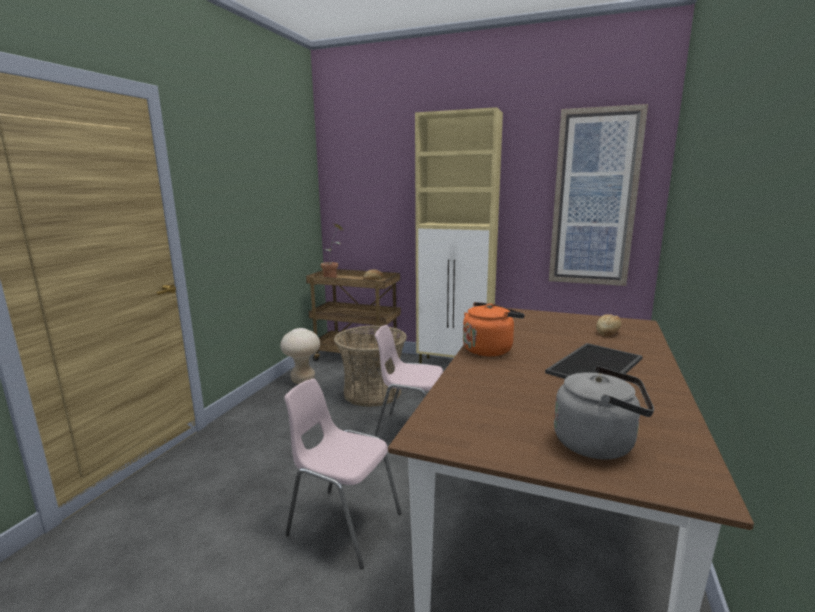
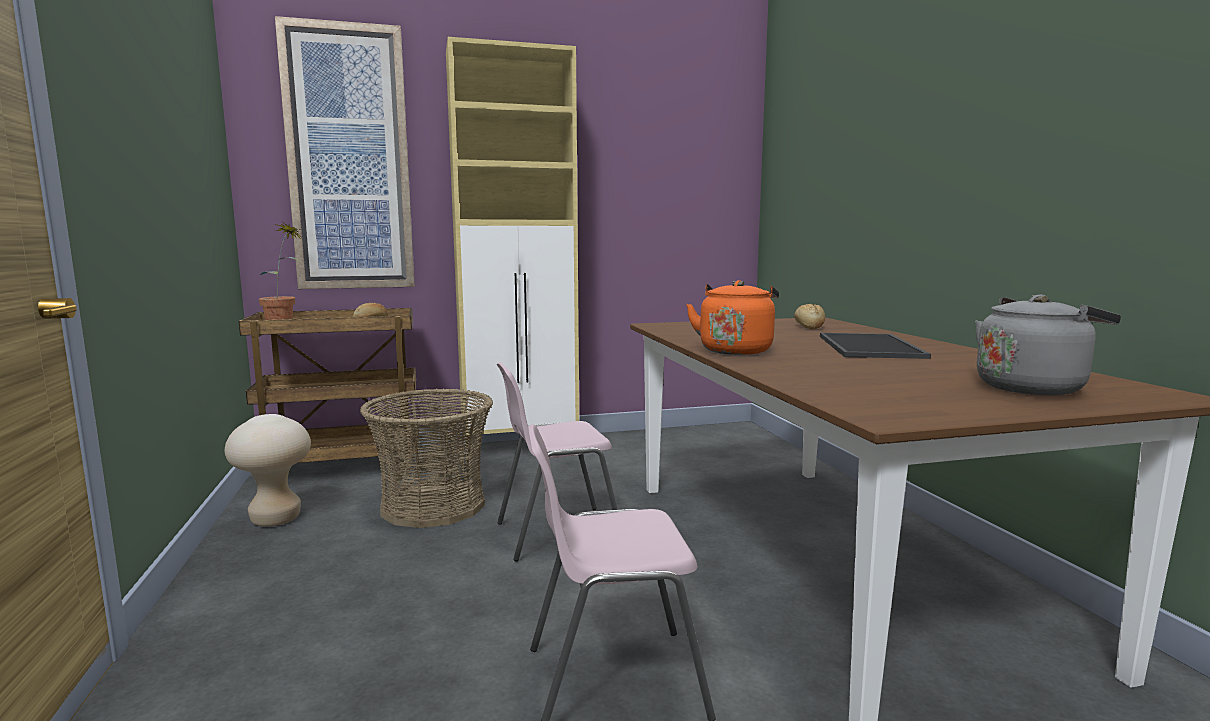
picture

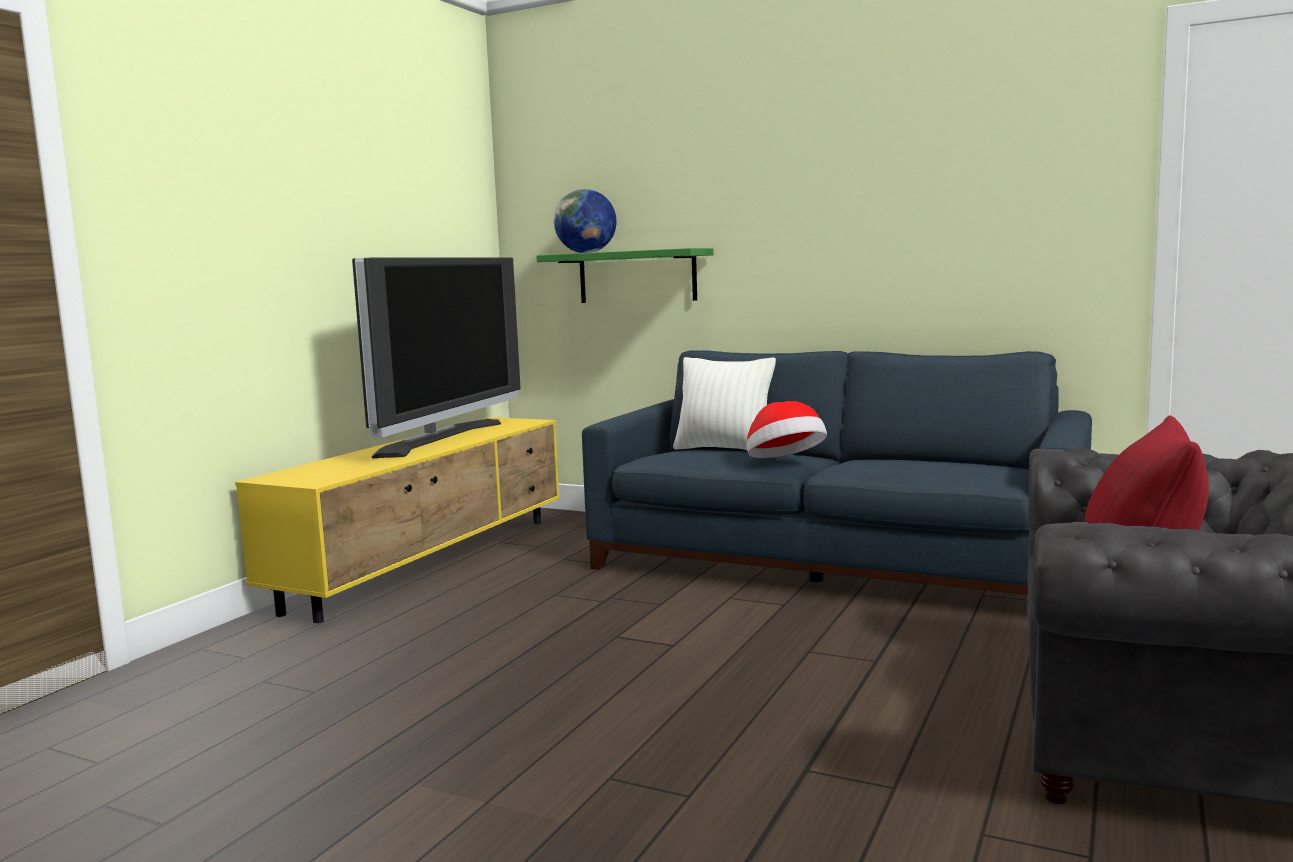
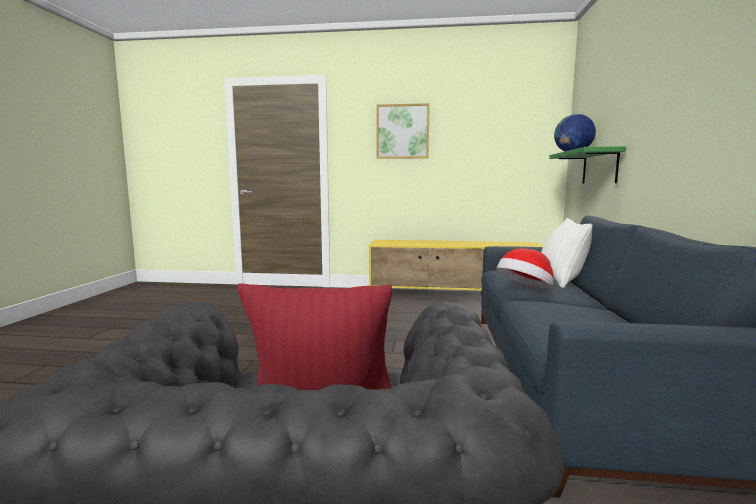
television
picture

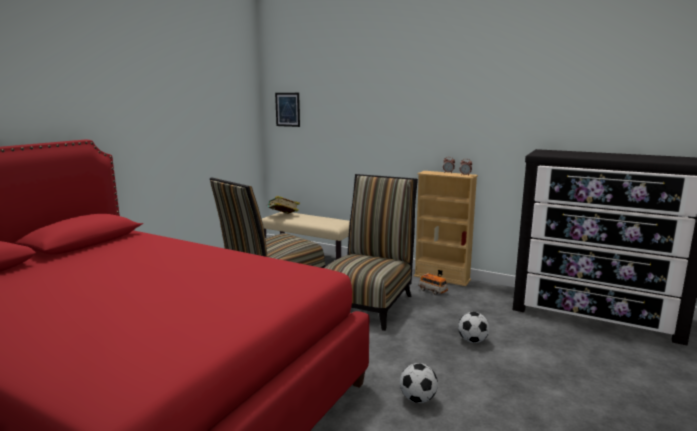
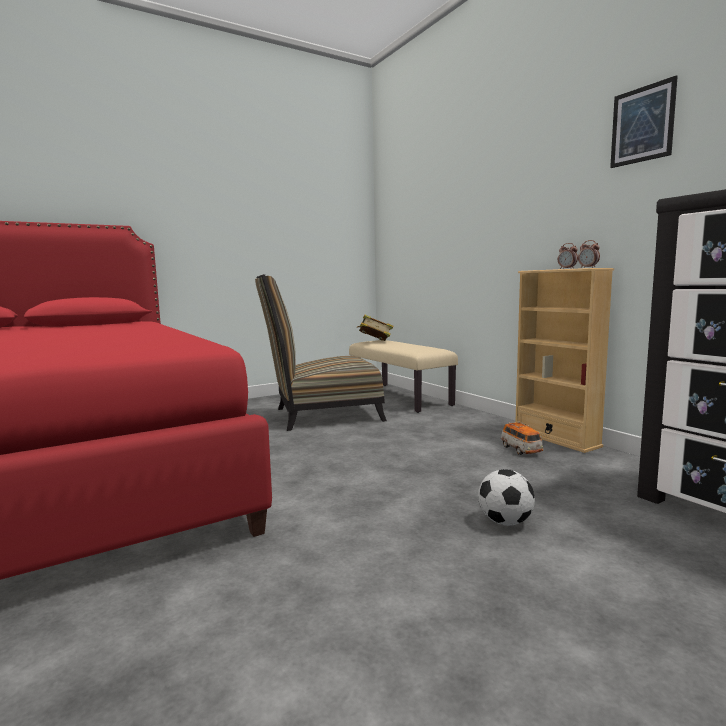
picture
chair (2nd from left in the first image)
football (1st from left in the first image)

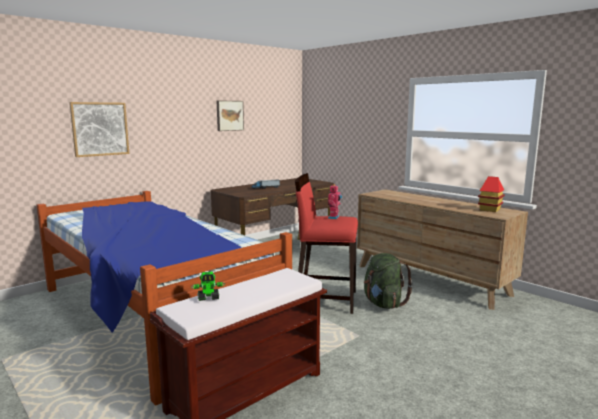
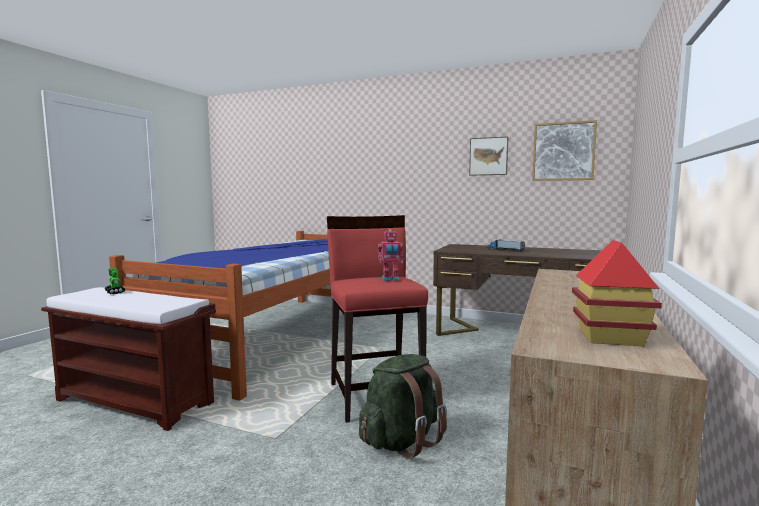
picture (2nd from left)

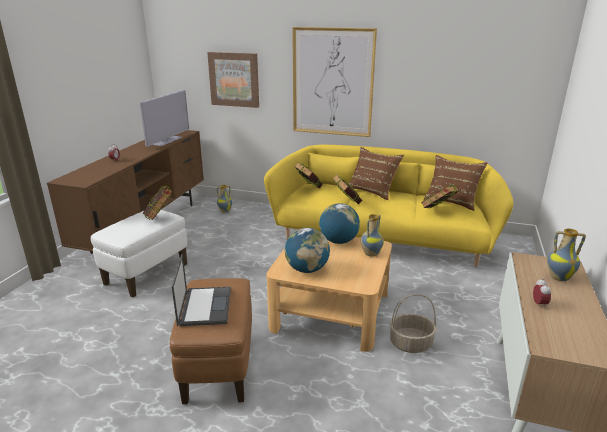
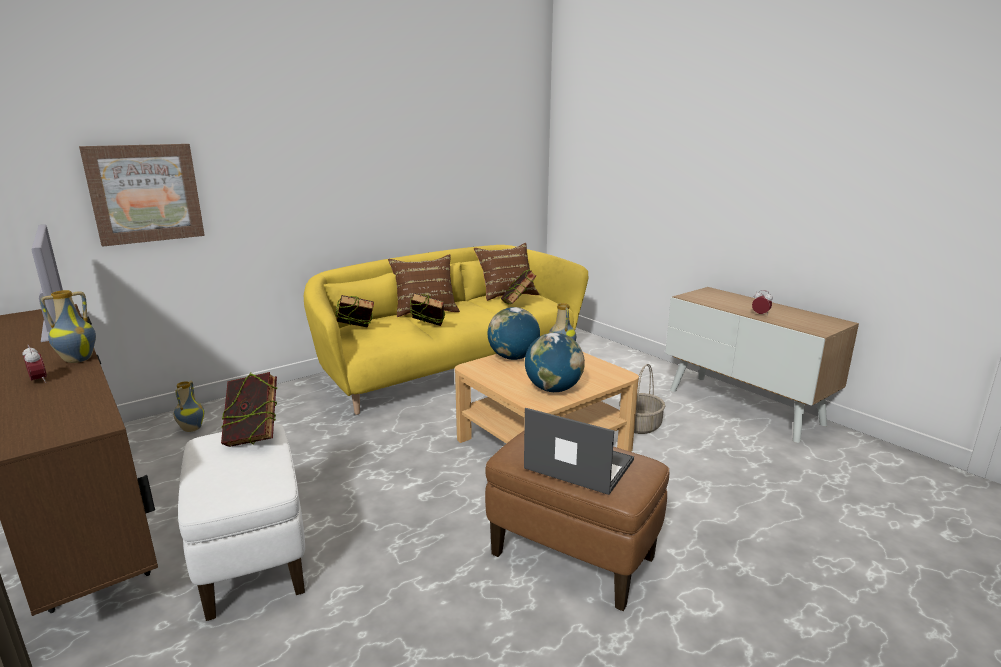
picture (2nd from left in the first image)
flower vase (1st from left)

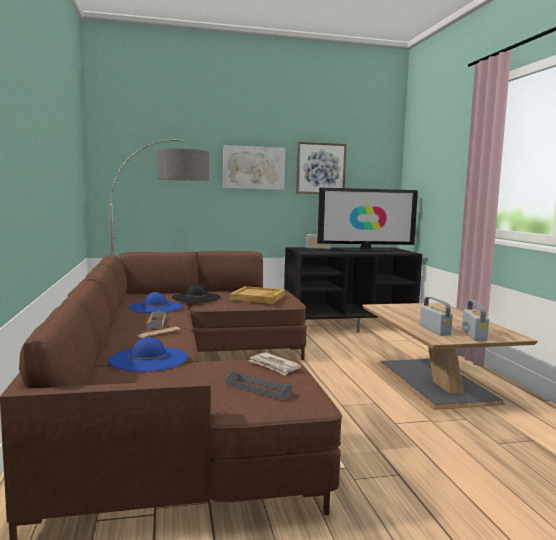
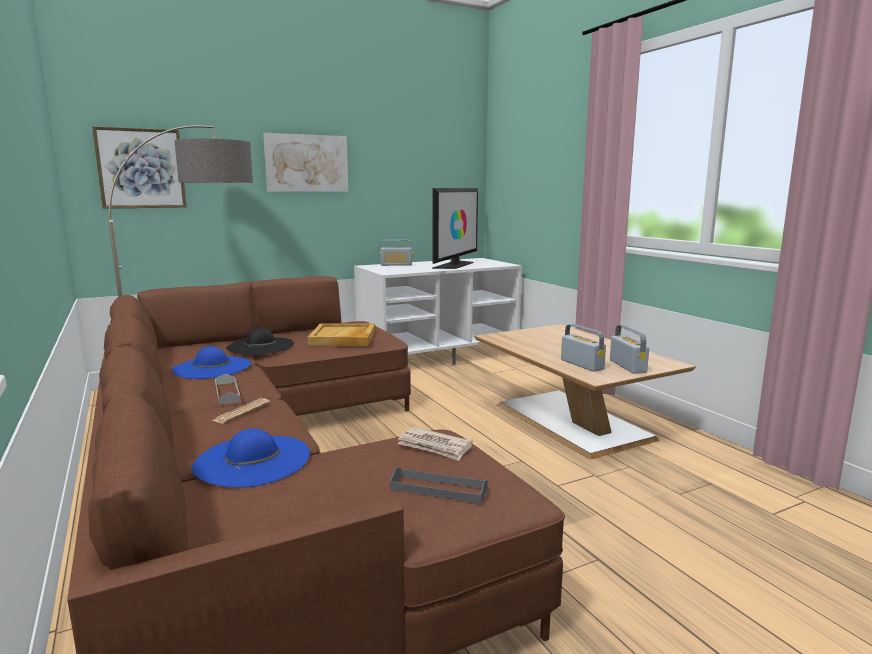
picture (1st from left)
television
tv unit (whitish)

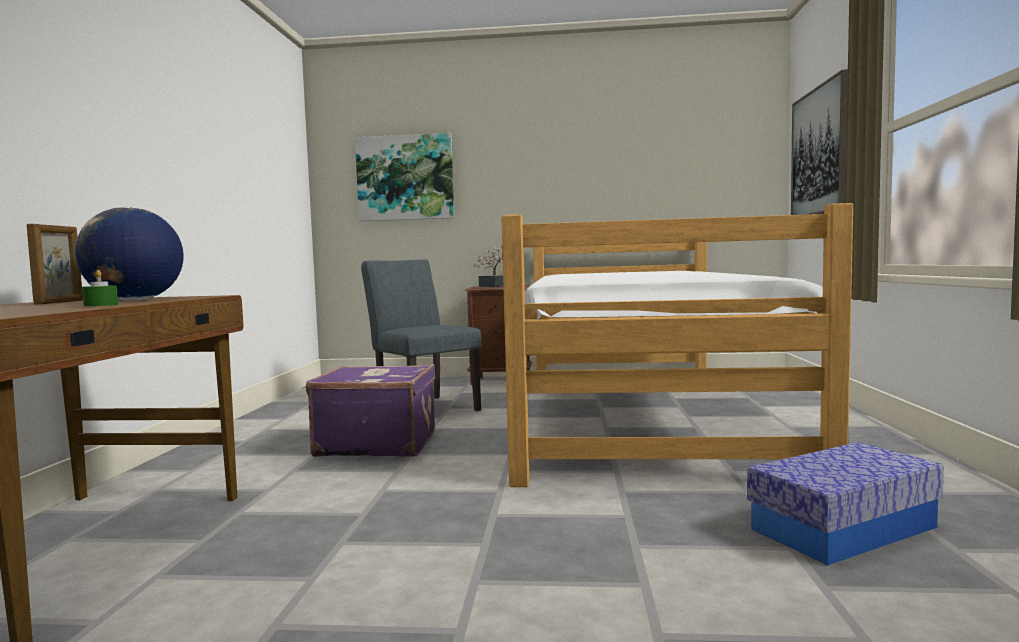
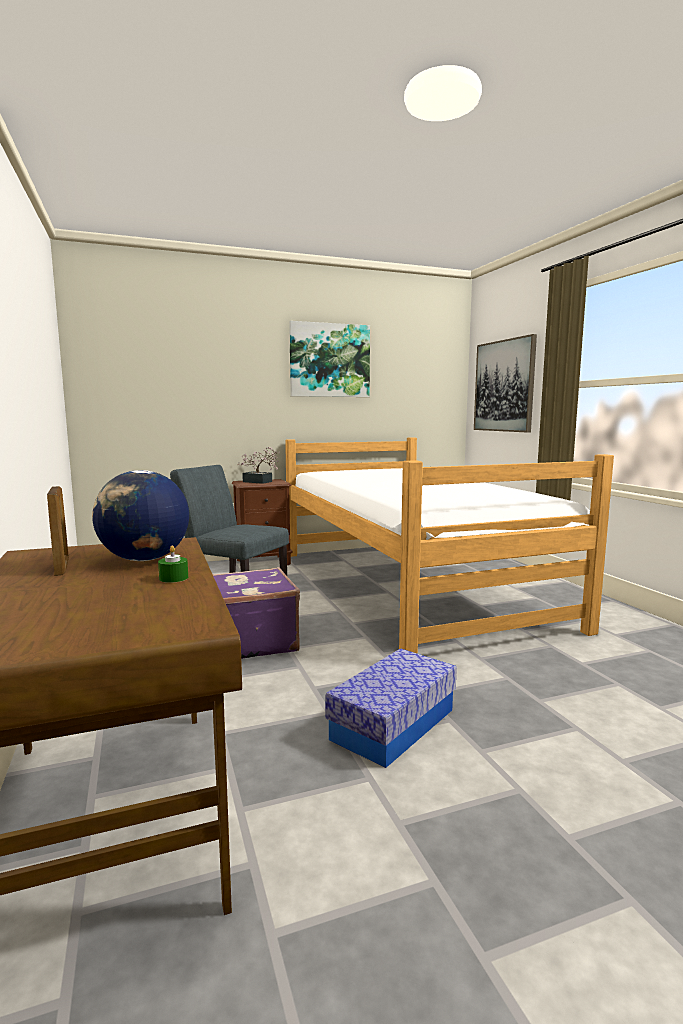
picture (1st from left)
storage box

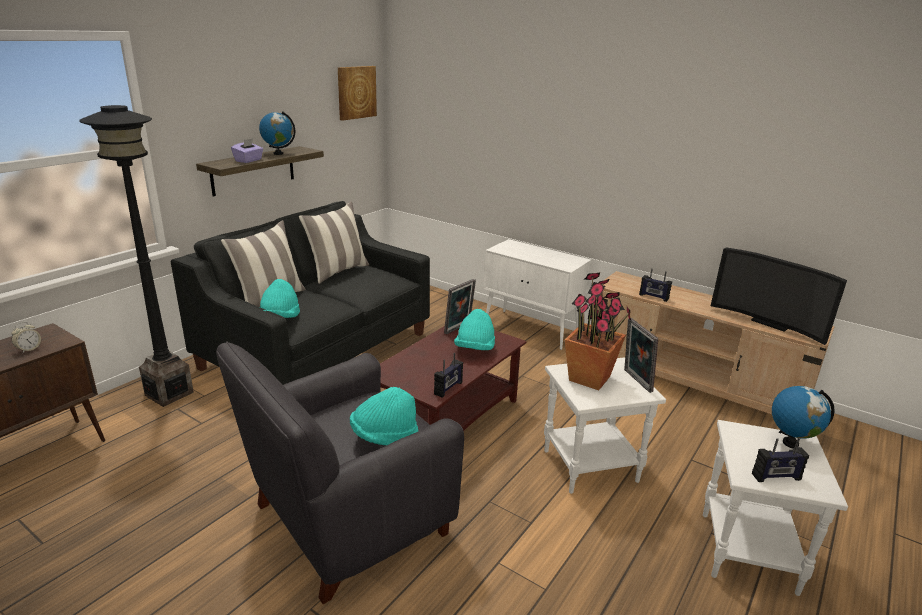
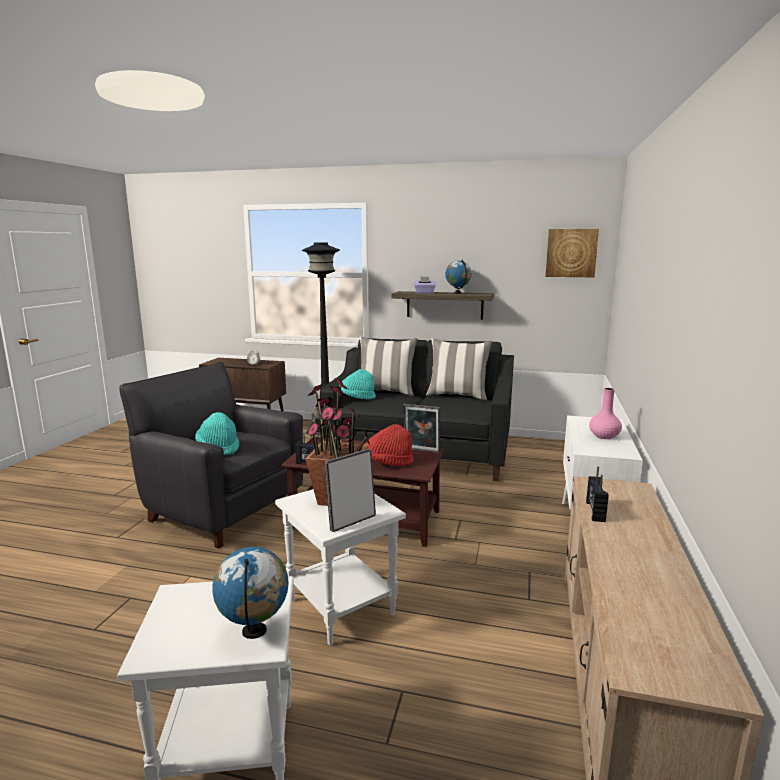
television
wearable hat (reddish)
radio receiver (3rd from left in the first image)
flower vase (pinkish)

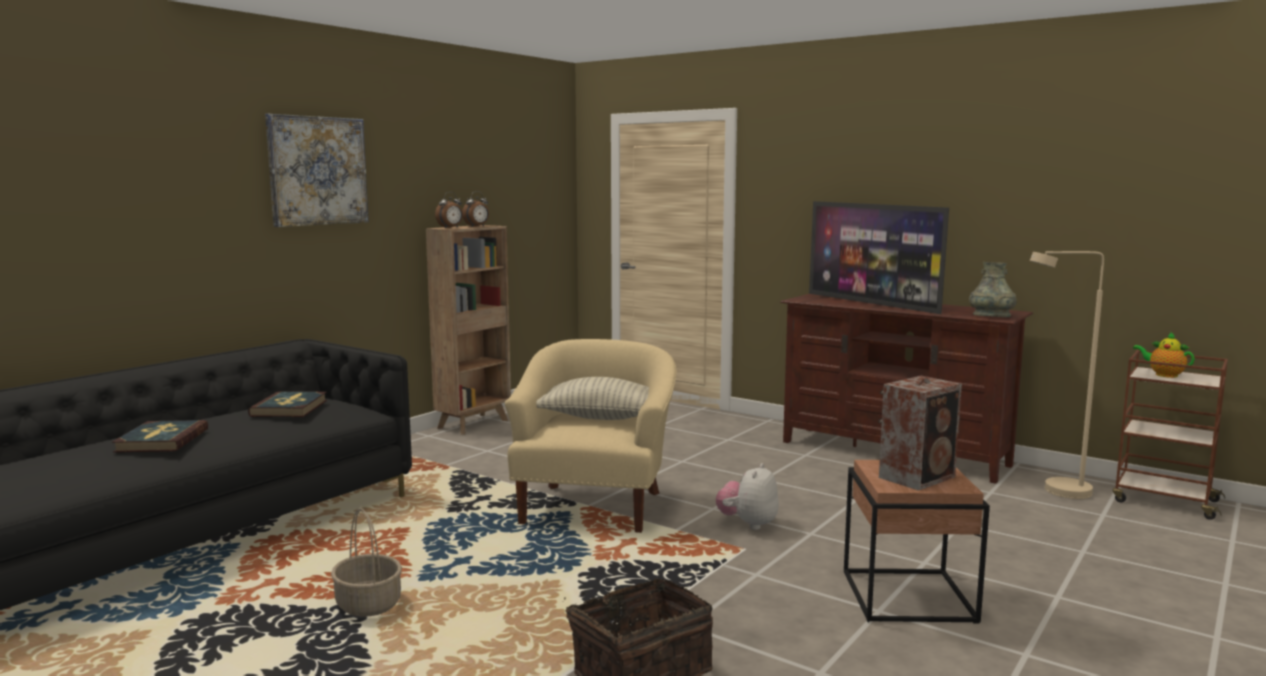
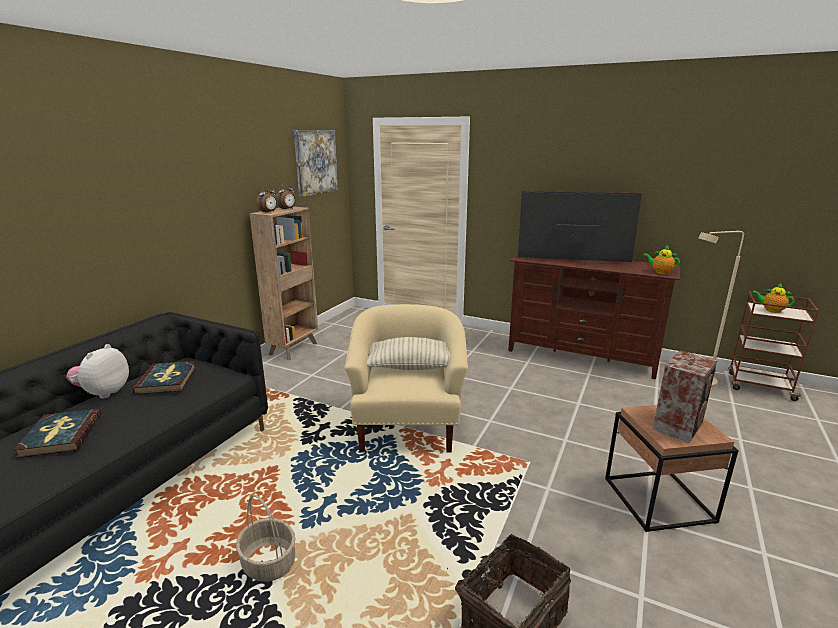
picture
television
teapot (1st from left)
plush toy

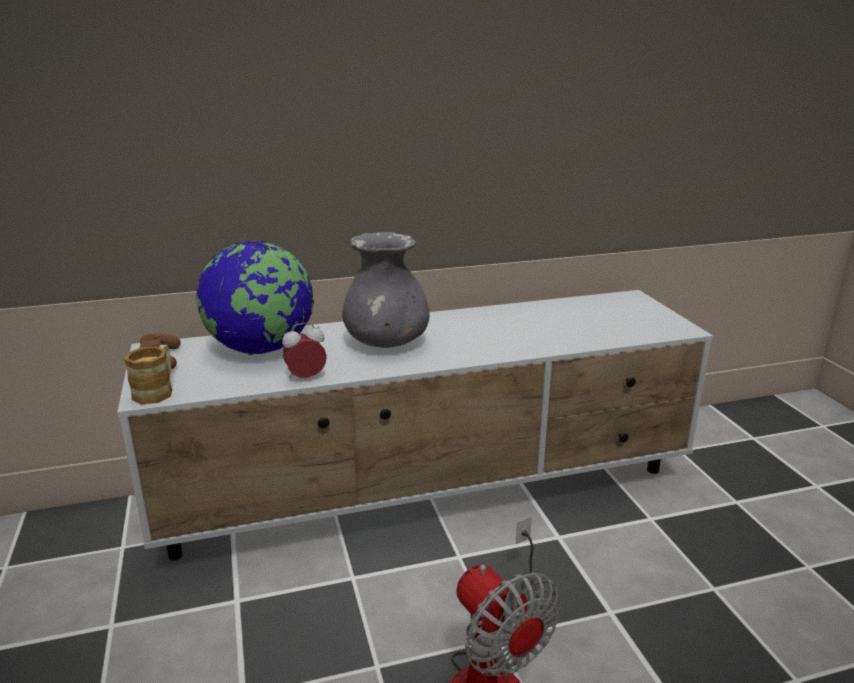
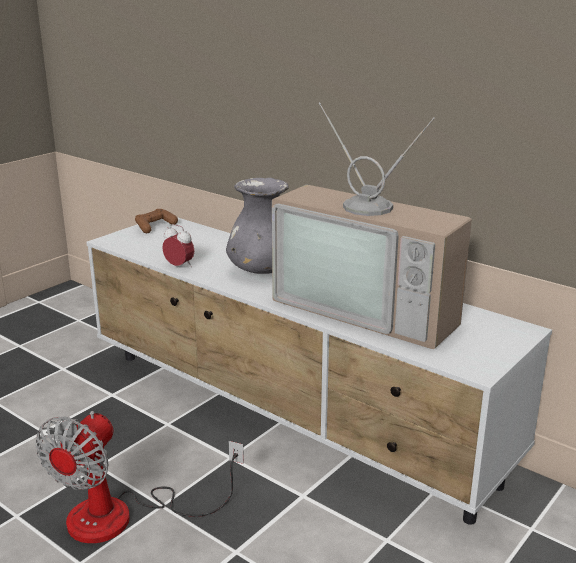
world globe
coffee mug
television

